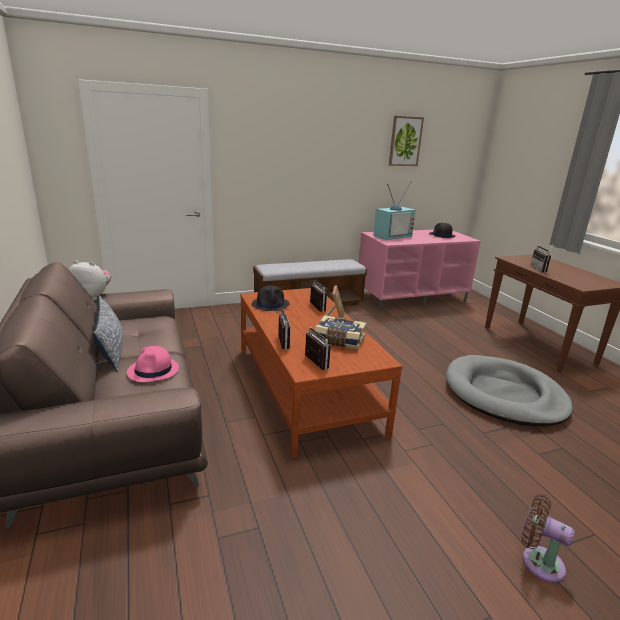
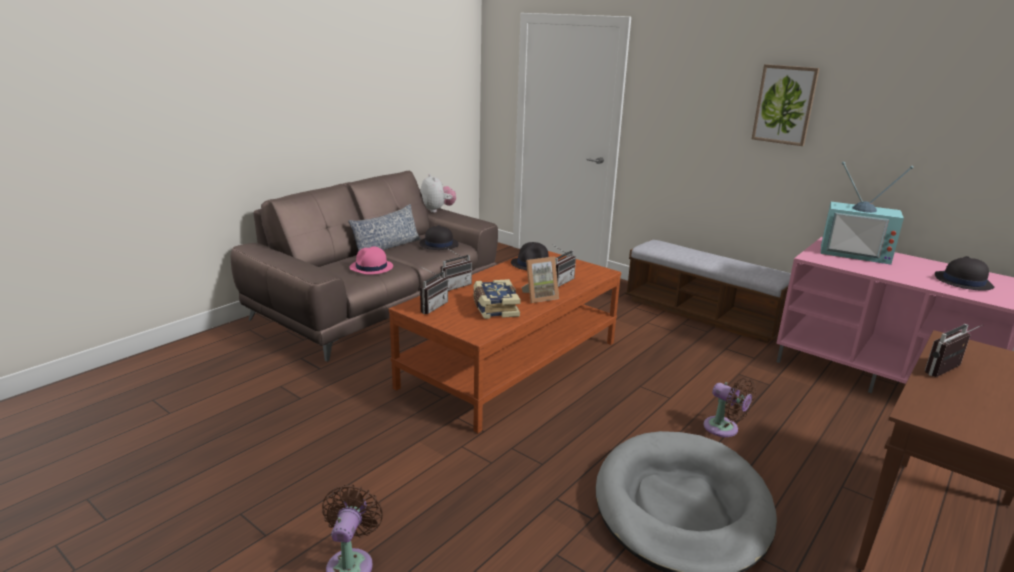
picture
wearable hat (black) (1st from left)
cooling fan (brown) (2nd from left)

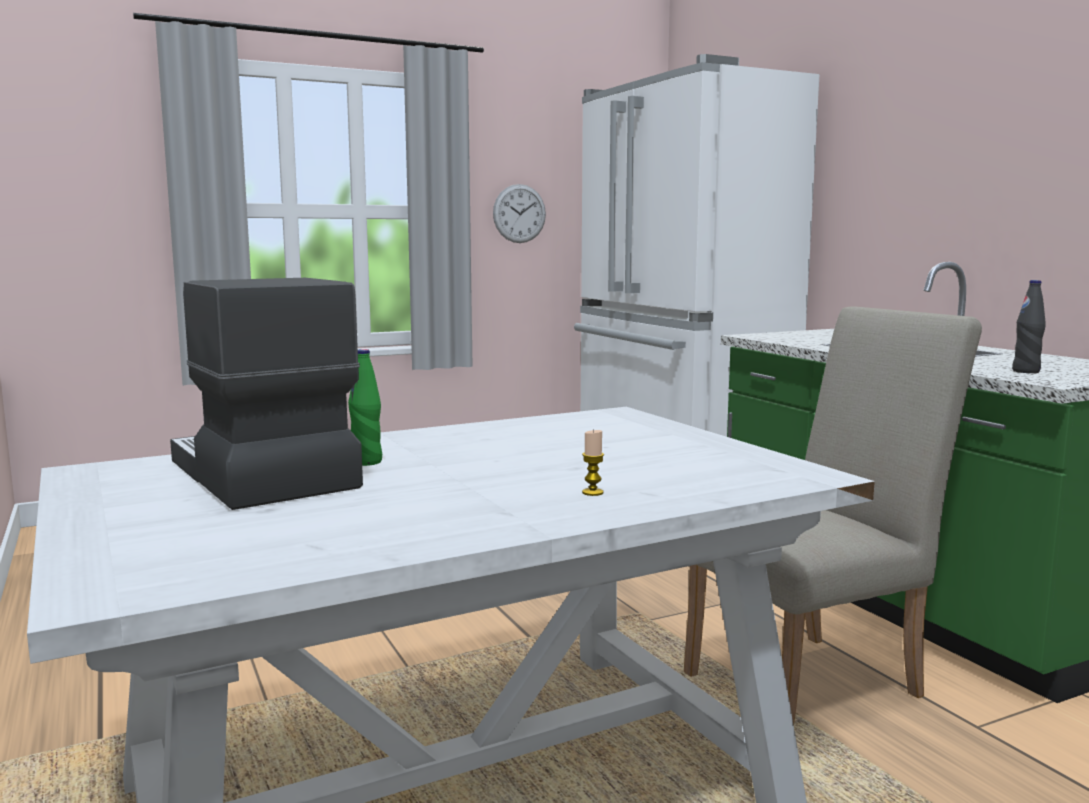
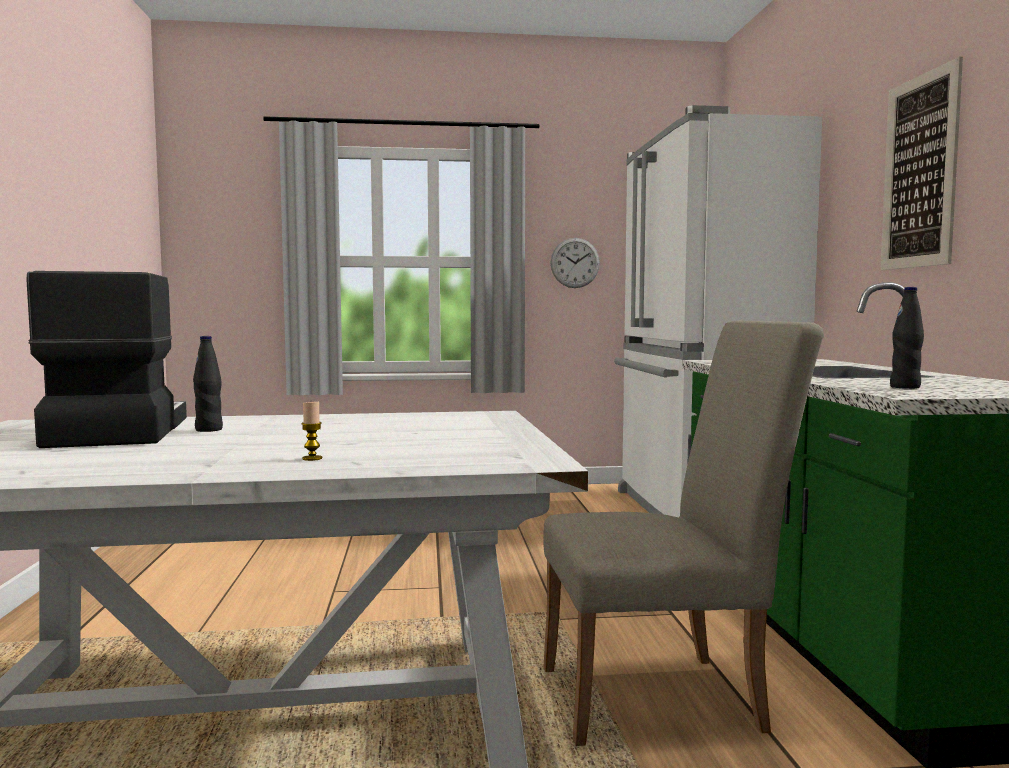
beverage bottle (black) (1st from left)
picture

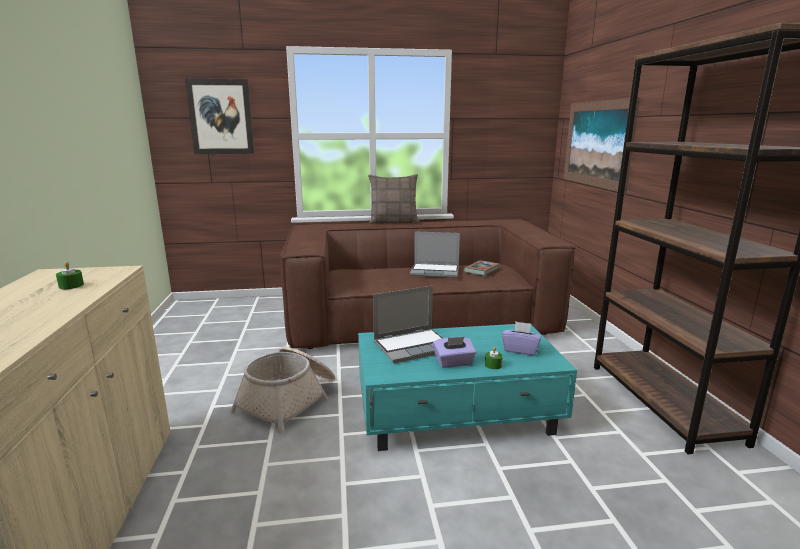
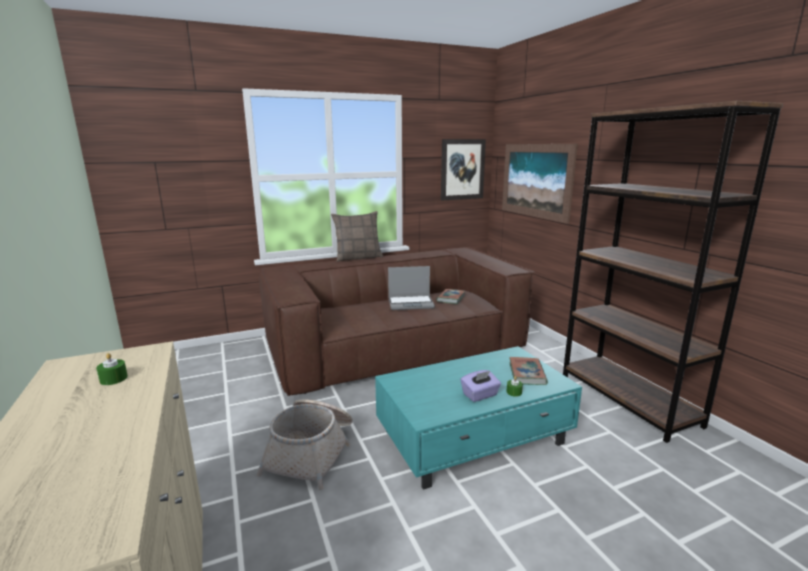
picture (1st from left)
notebook computer (1st from left in the first image)
bound book (2nd from left)

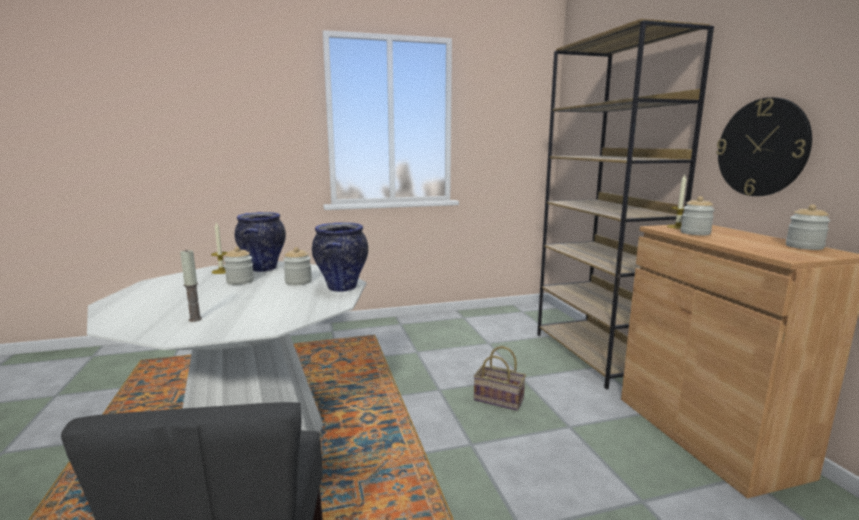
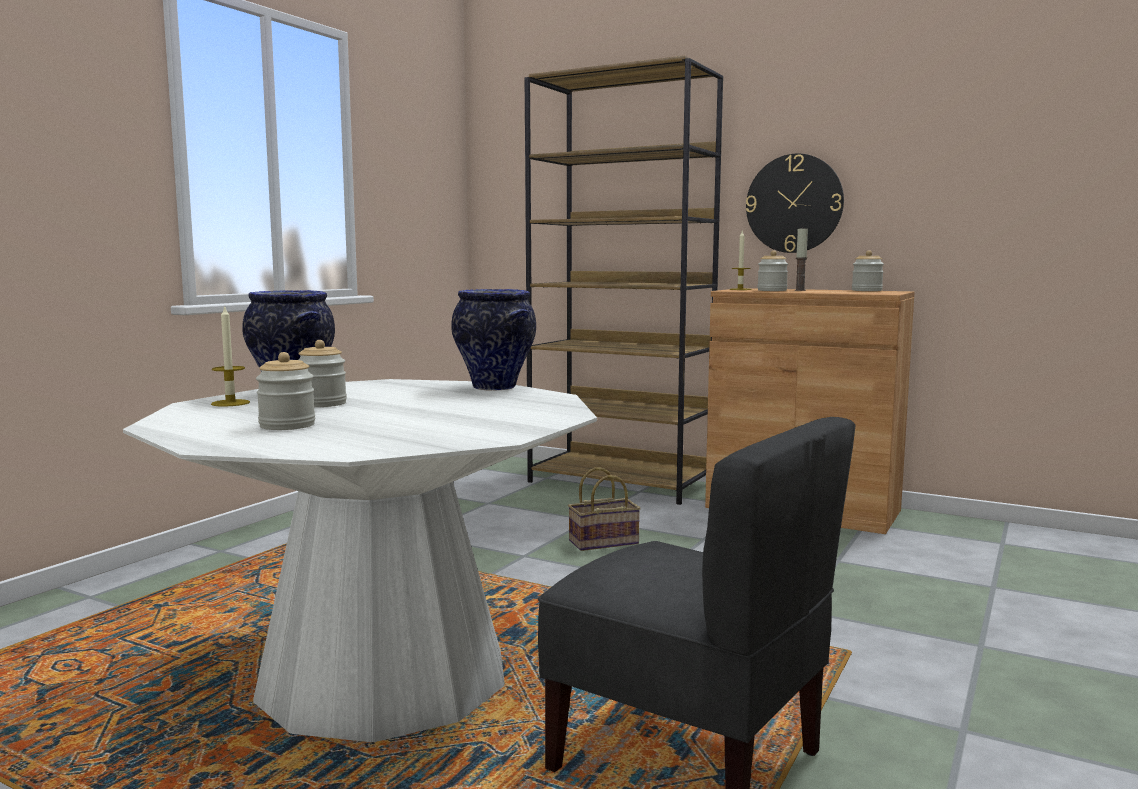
jar (1st from left)
candle (3rd from left)

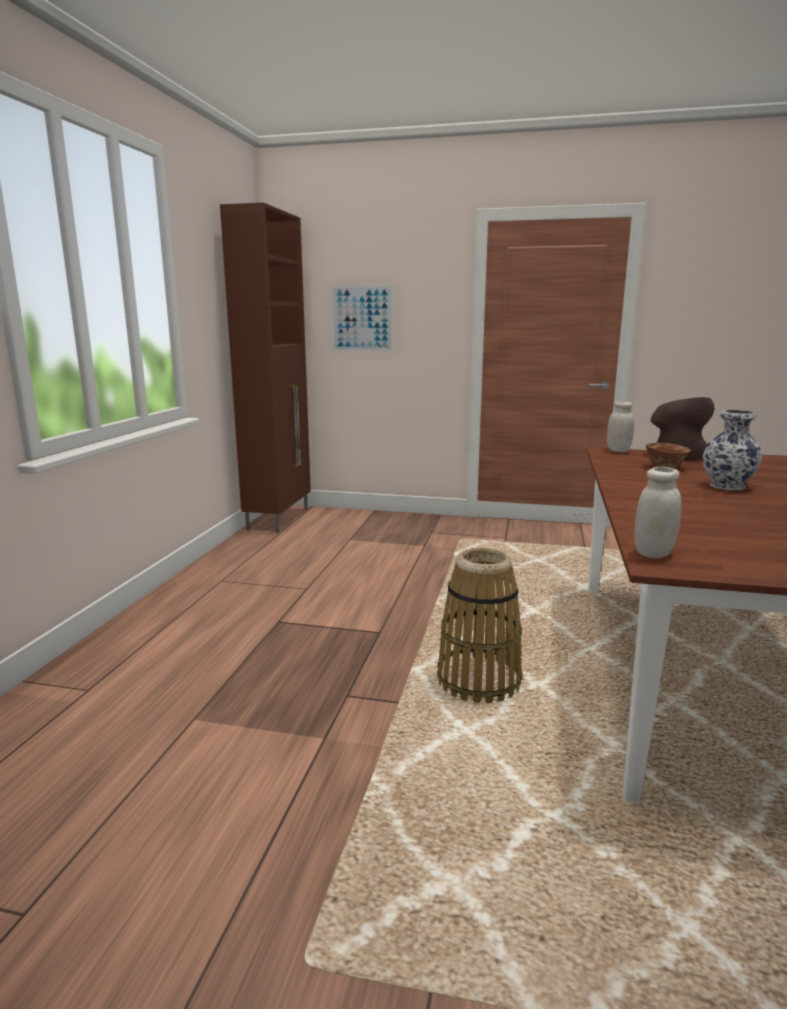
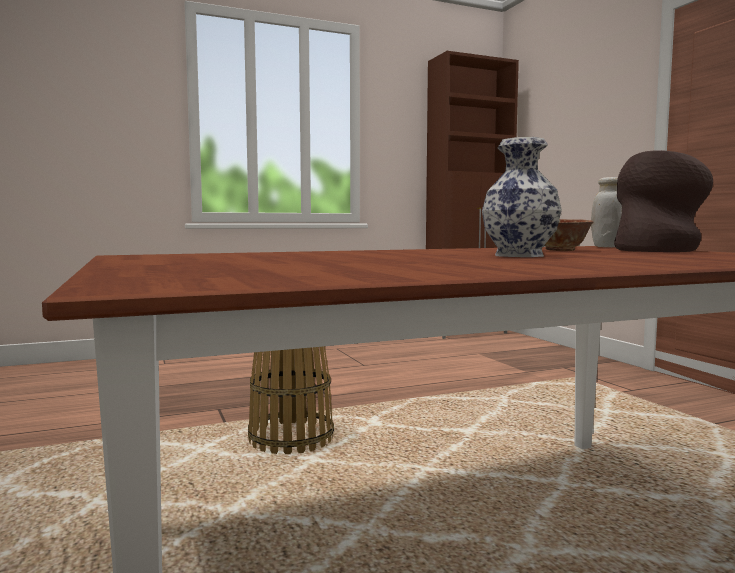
picture
jar (whitish) (2nd from left in the first image)

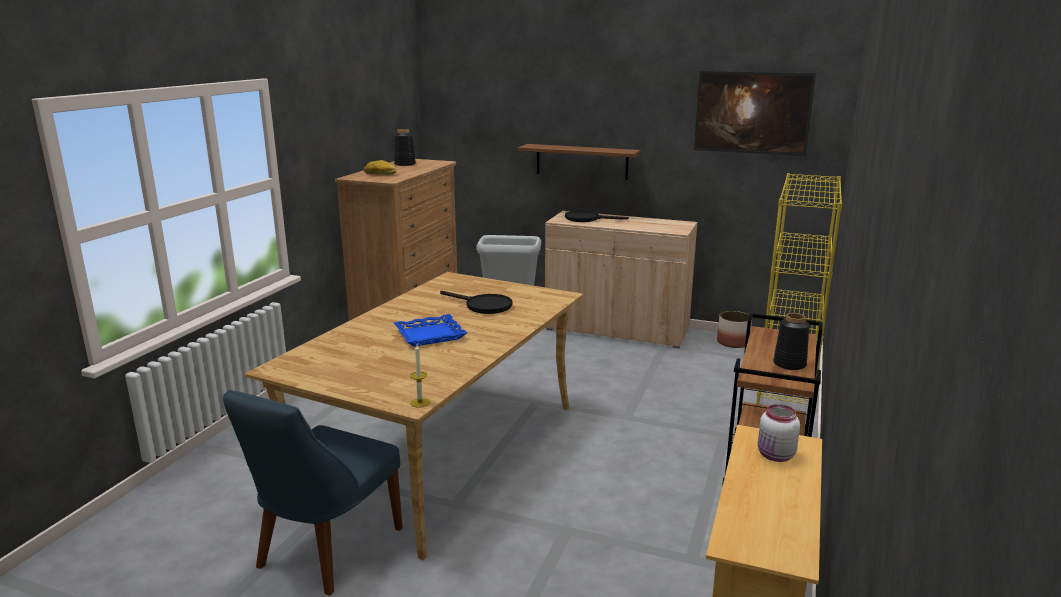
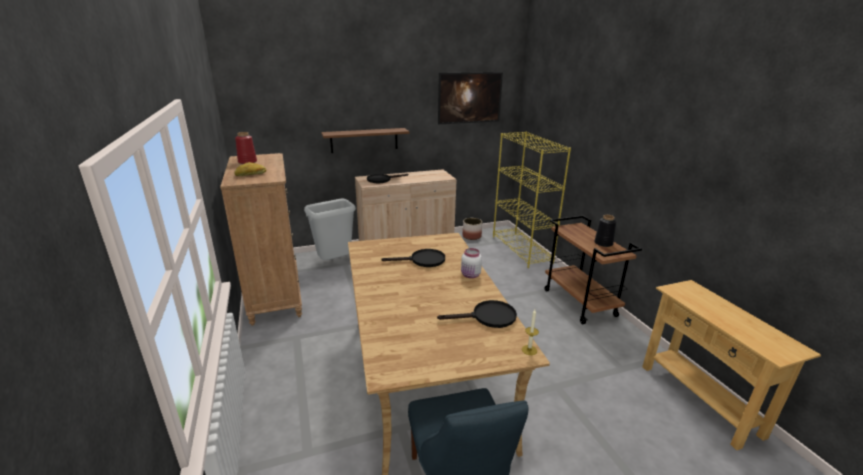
flower vase (reddish)
tray (blue)
jar (whitish)
skillet (black) (3rd from left)

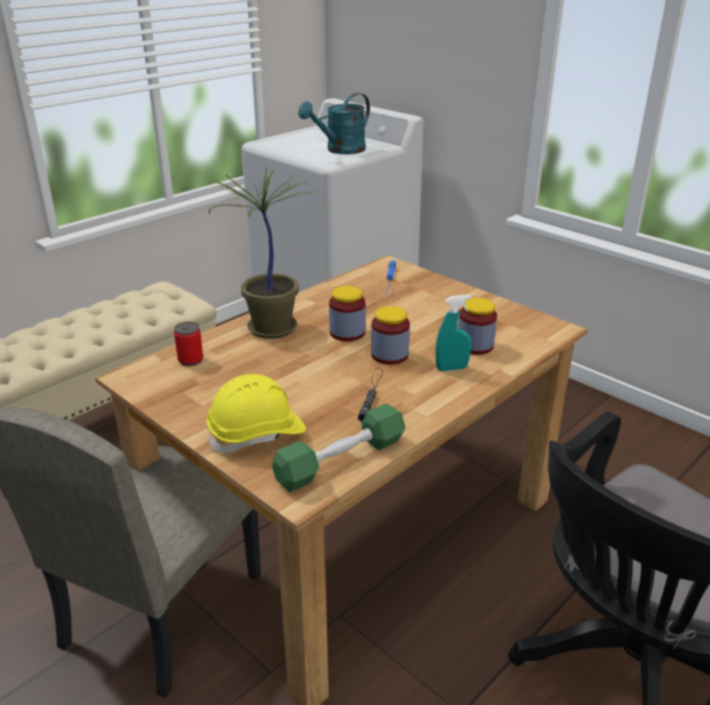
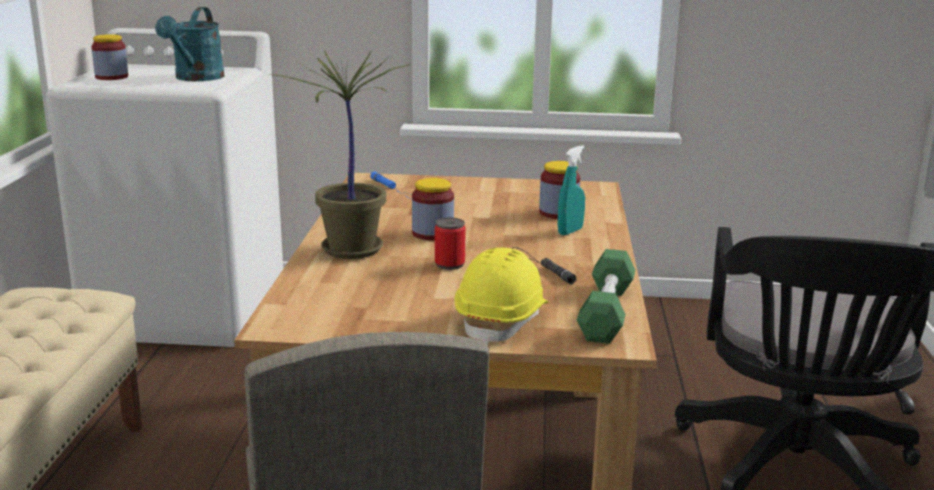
jar (1st from left)
can

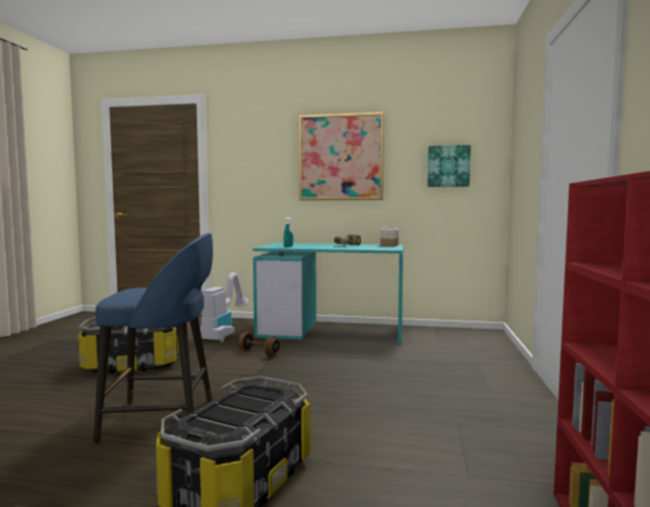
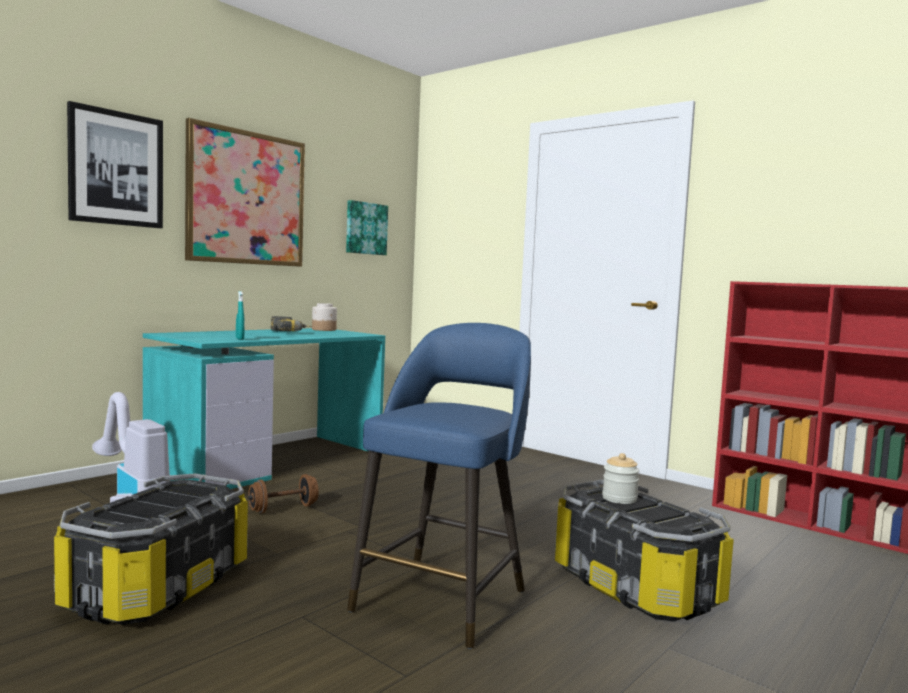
picture (1st from left)
jar (2nd from left)

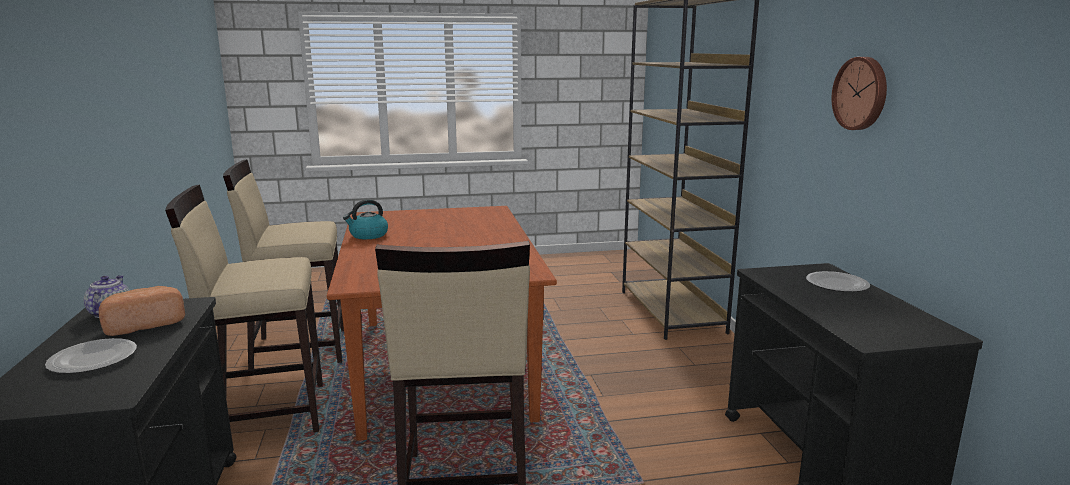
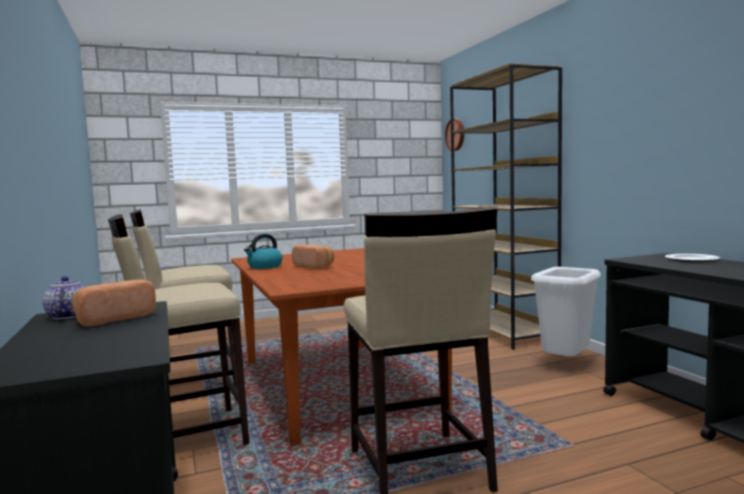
clock on the wall
dinner plate (1st from left in the first image)
baked bread (2nd from left)
waste bin (whitish)

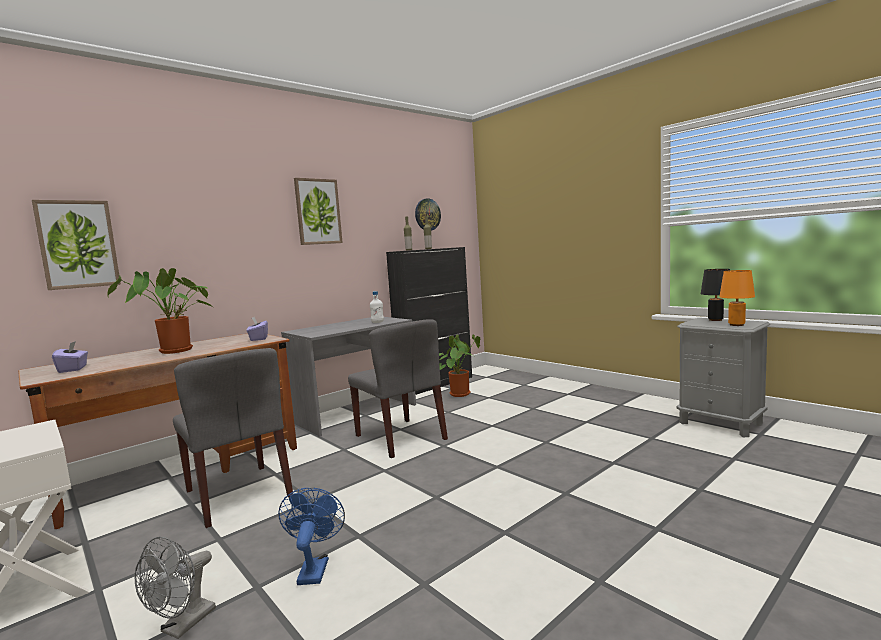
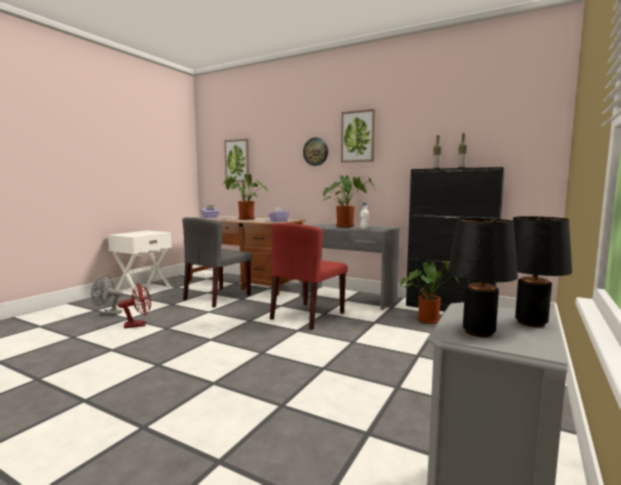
clock on the wall
lamp for a table (black) (1st from left)
chair (reddish)
cooling fan (reddish)
plant in a pot (2nd from left)

